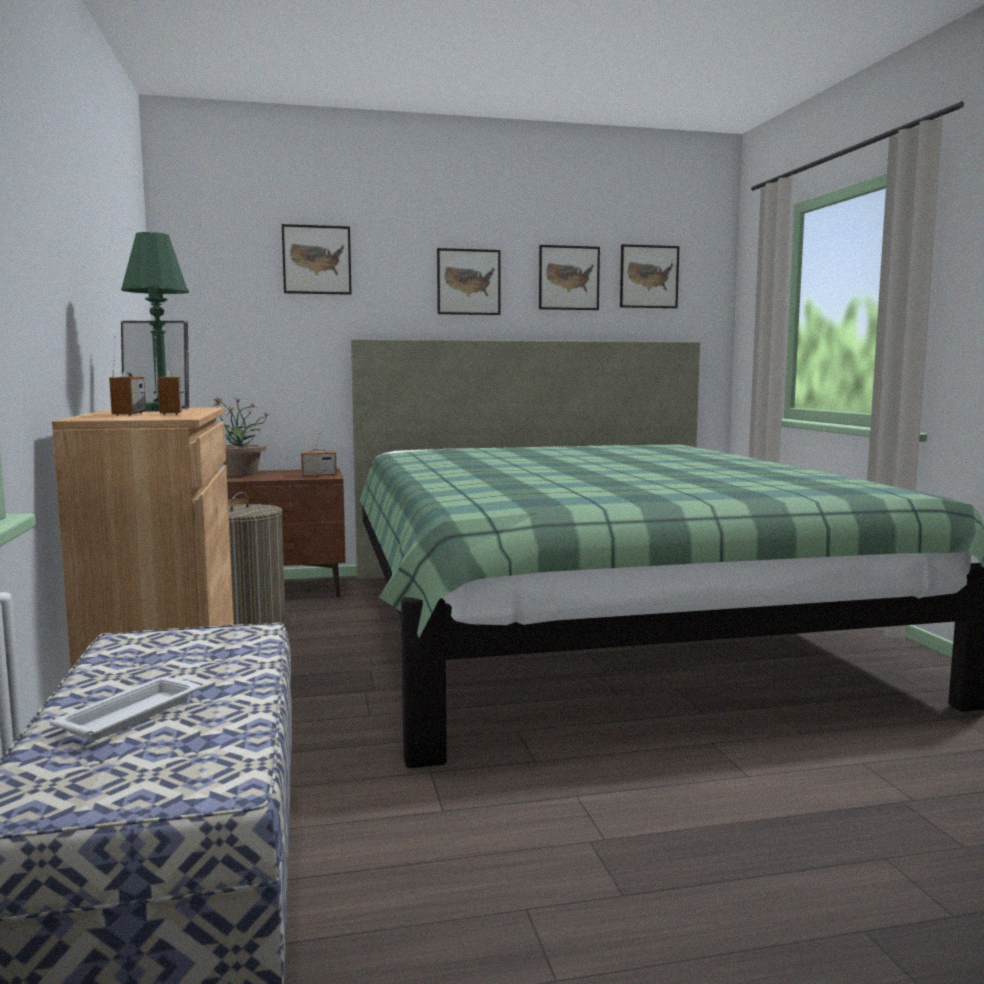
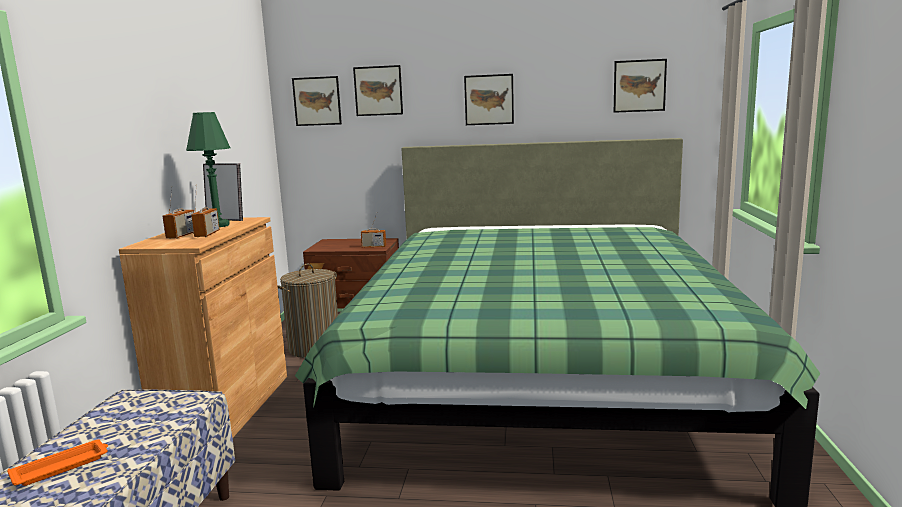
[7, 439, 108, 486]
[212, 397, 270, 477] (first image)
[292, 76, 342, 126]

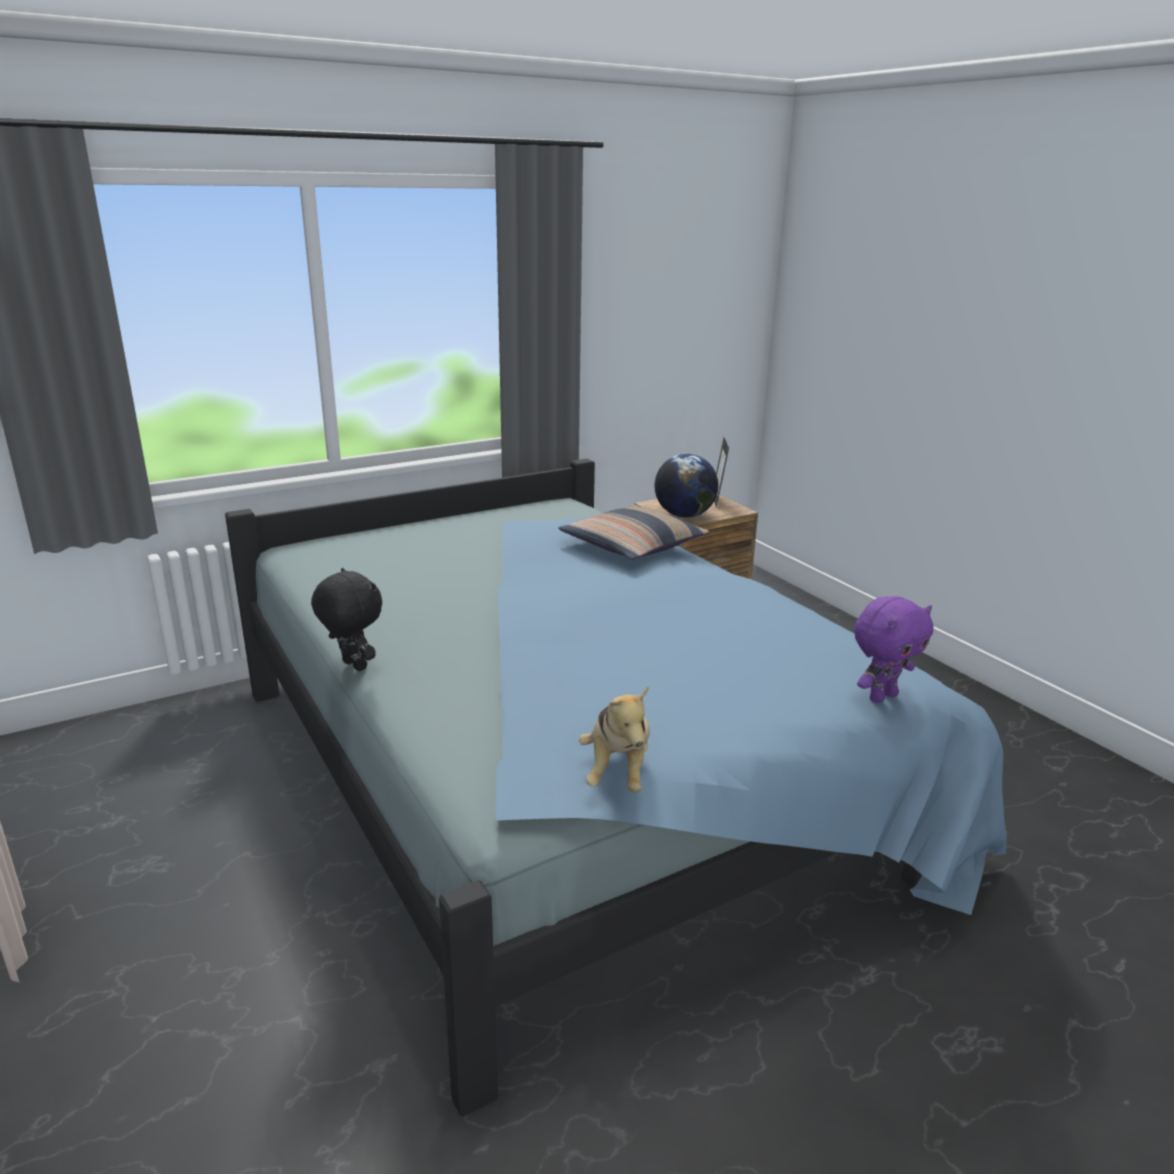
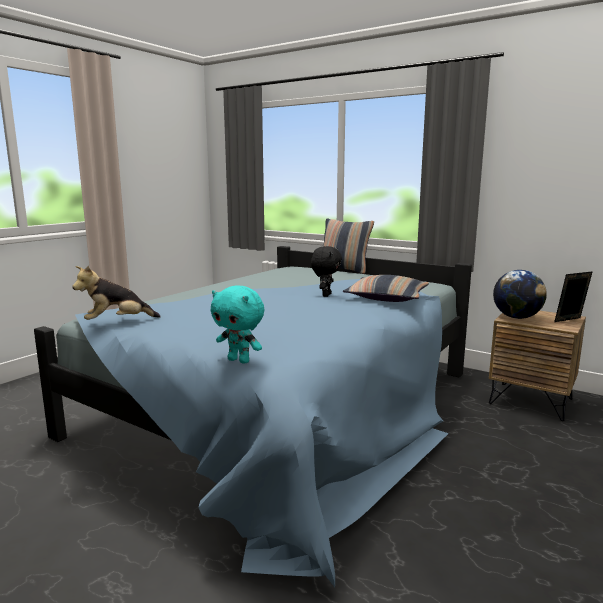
[311, 246, 342, 297]
[211, 286, 264, 364]
[323, 219, 374, 274]

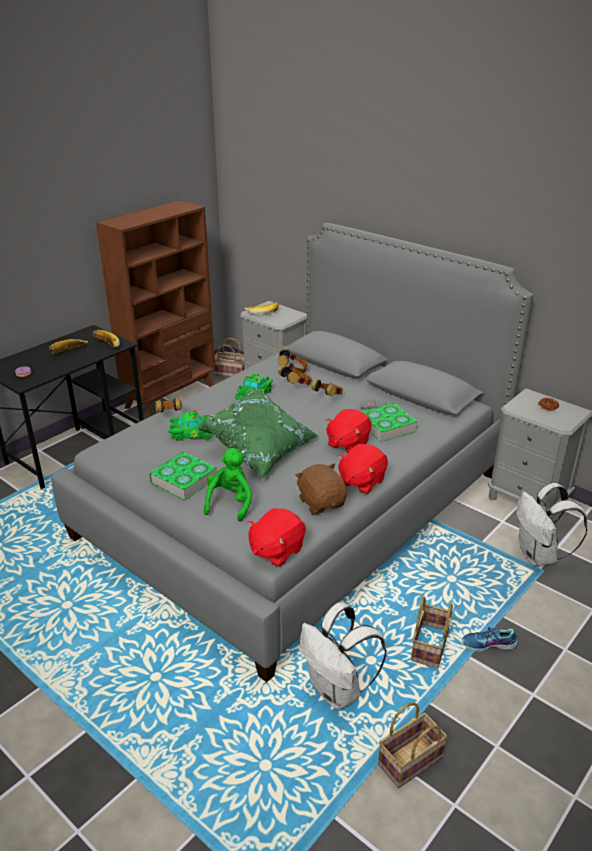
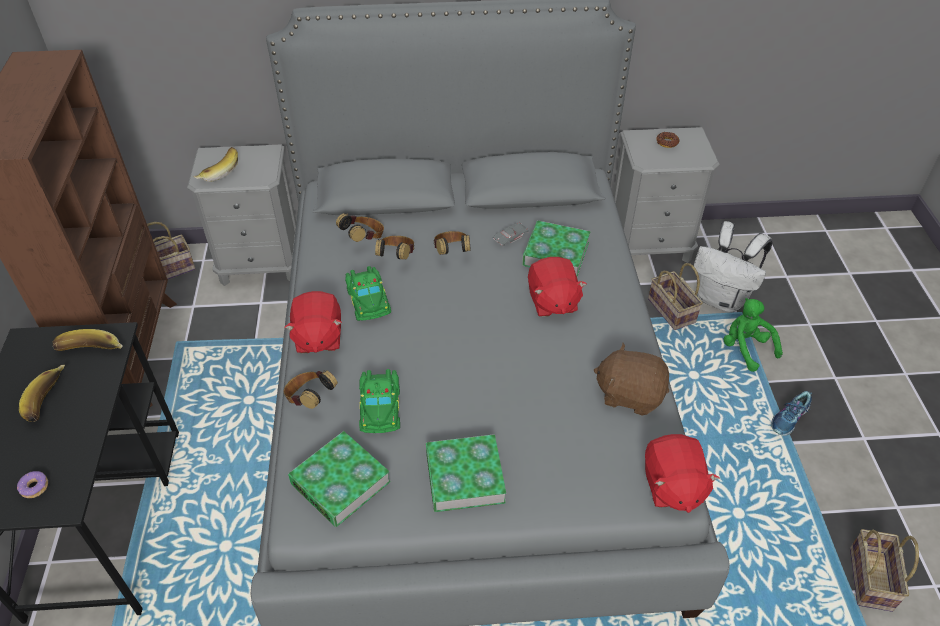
[359, 369, 400, 433]
[197, 388, 318, 478] (first image)
[723, 298, 783, 372]
[300, 602, 387, 709] (first image)
[284, 291, 342, 354]
[648, 263, 703, 330]
[288, 431, 391, 528]

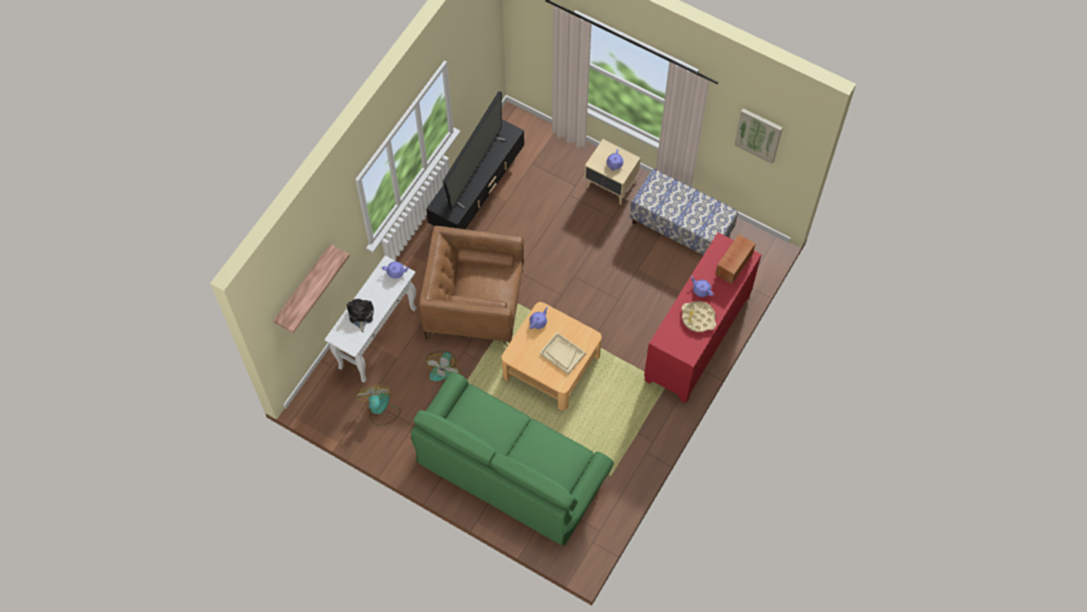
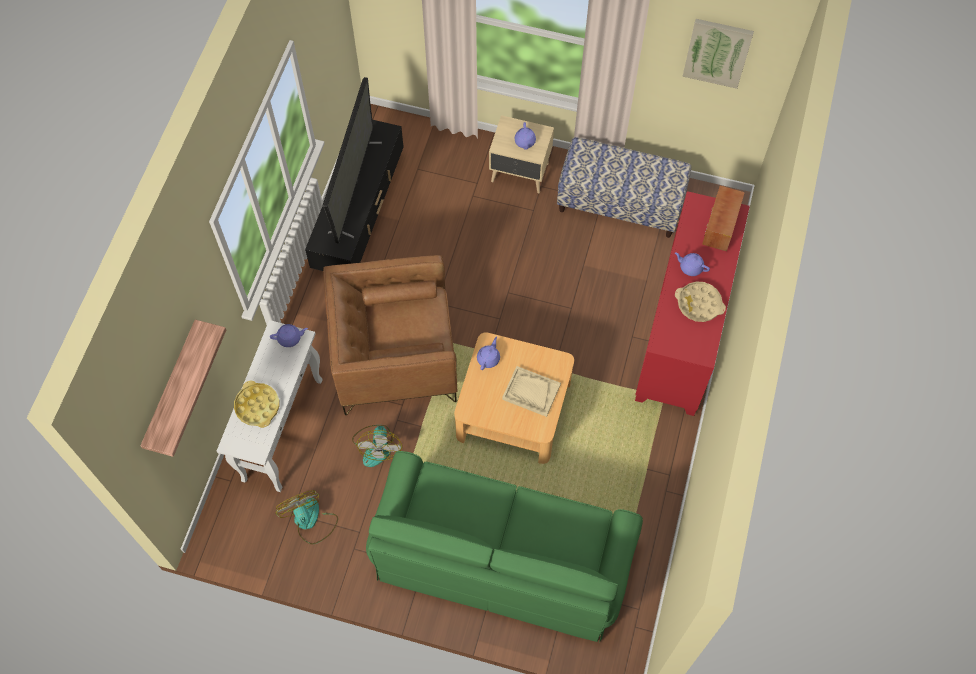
[234, 381, 279, 428]

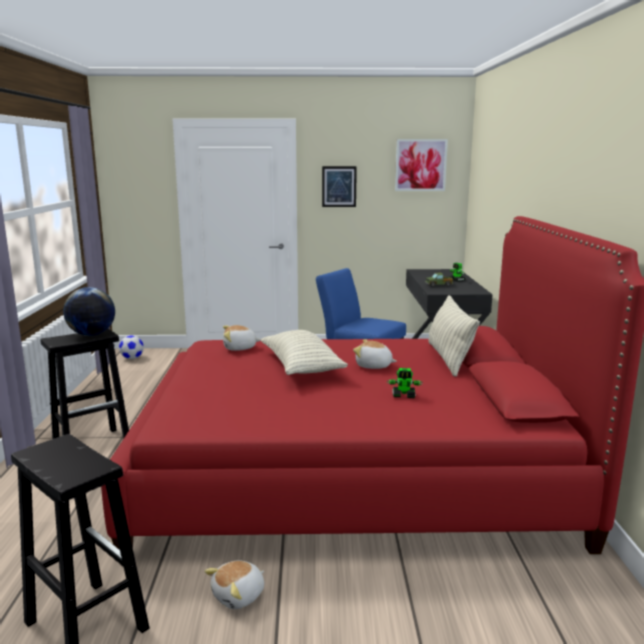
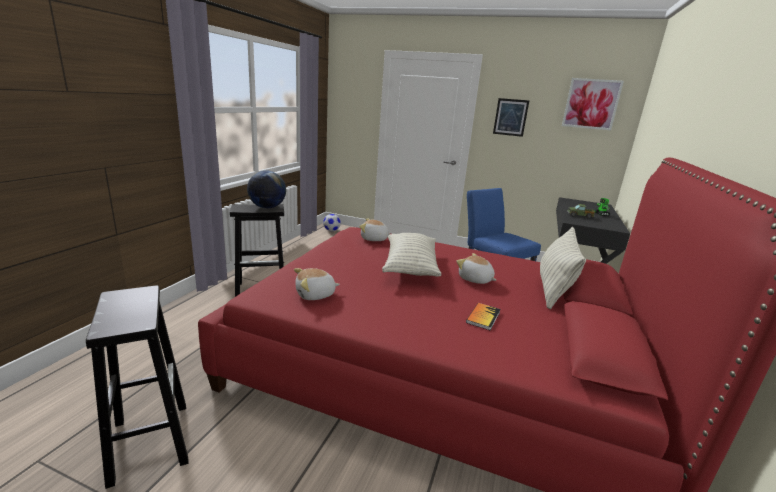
[294, 268, 340, 300]
[466, 303, 500, 330]

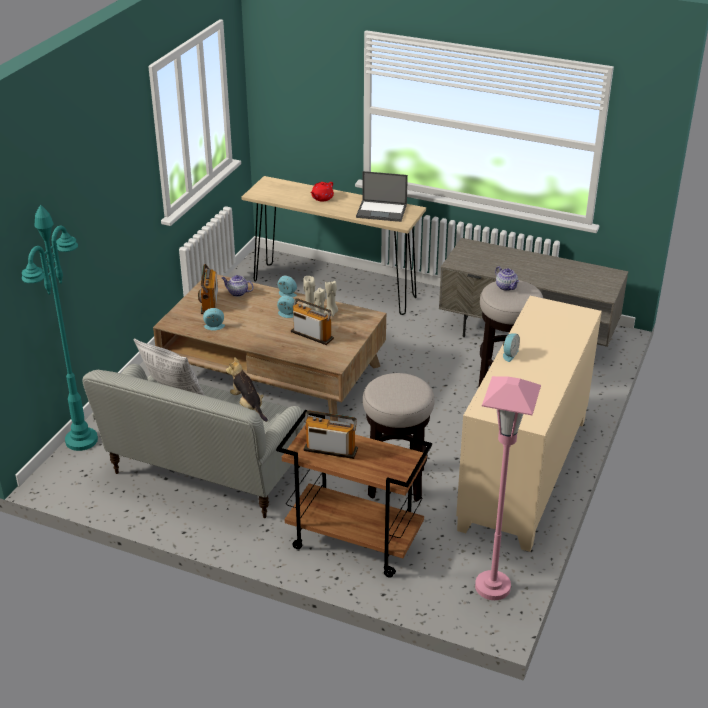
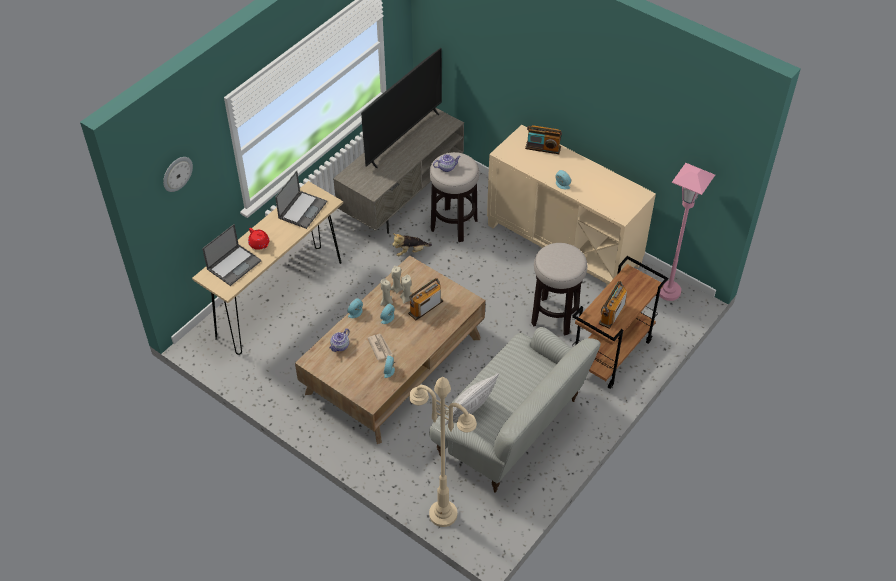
[409, 377, 477, 527]
[525, 125, 562, 154]
[392, 233, 432, 256]
[163, 157, 193, 192]
[202, 224, 261, 286]
[361, 48, 442, 168]
[368, 334, 393, 360]

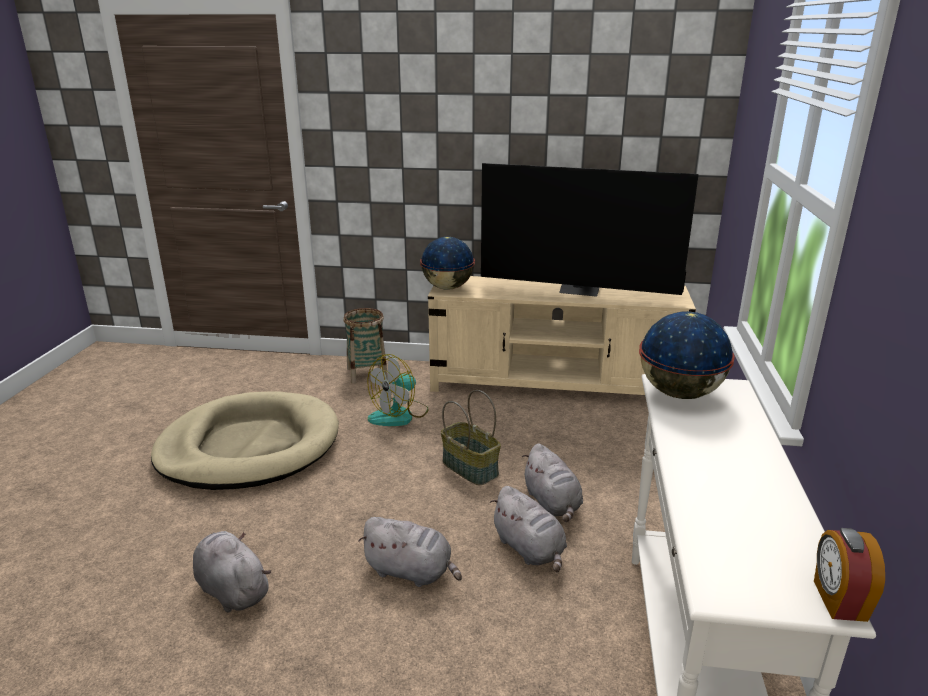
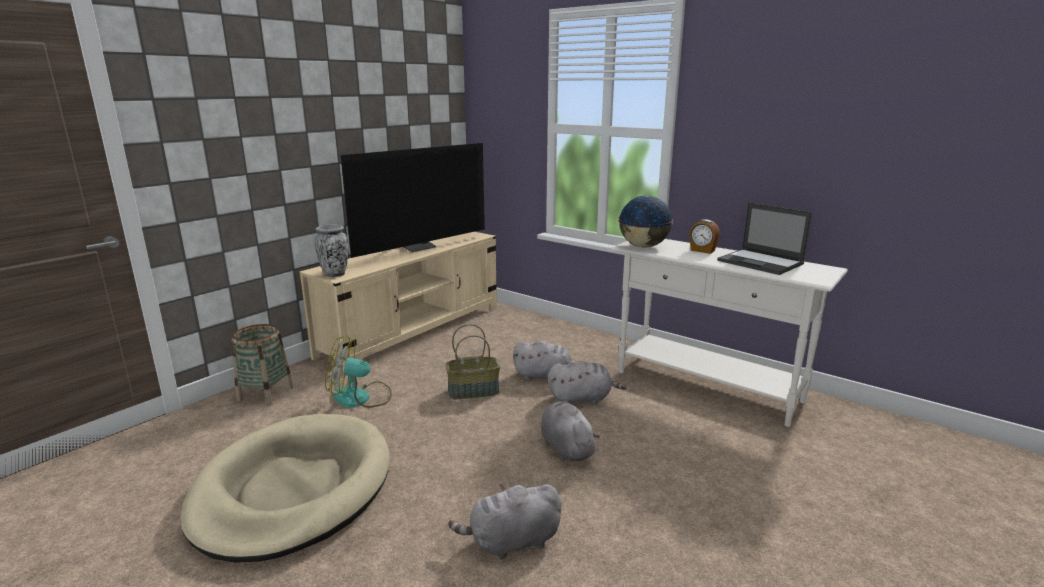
[541, 401, 600, 462]
[325, 335, 392, 408]
[314, 224, 348, 277]
[689, 219, 720, 254]
[717, 203, 812, 275]

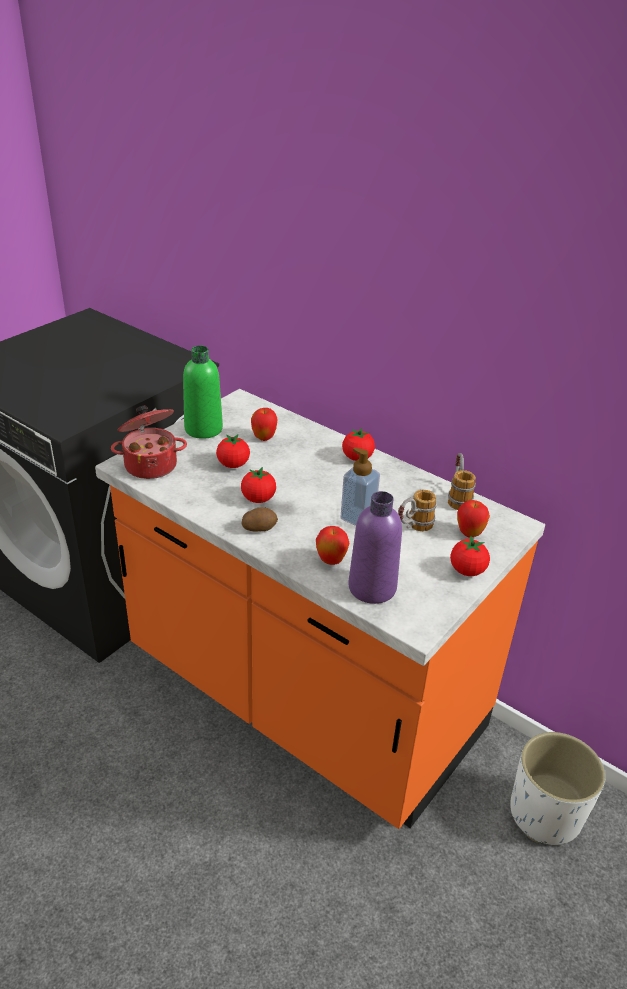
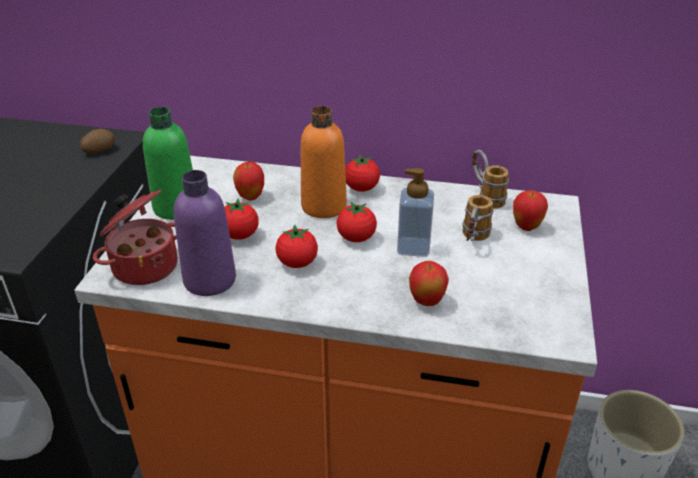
[80, 129, 115, 154]
[174, 170, 236, 296]
[337, 202, 377, 242]
[301, 106, 347, 218]

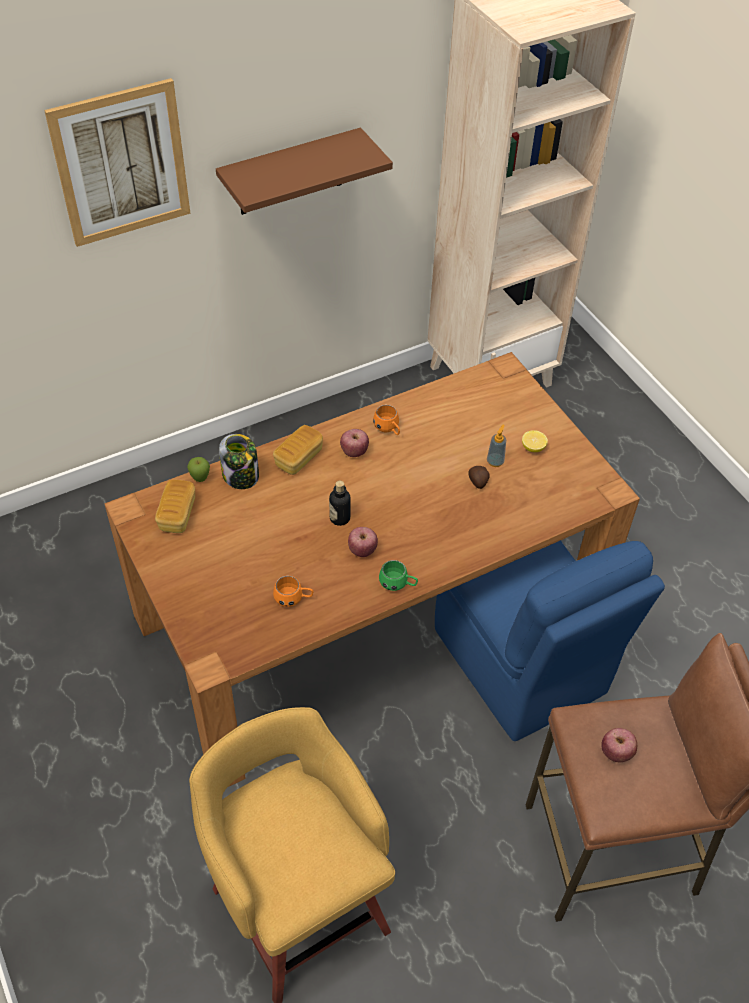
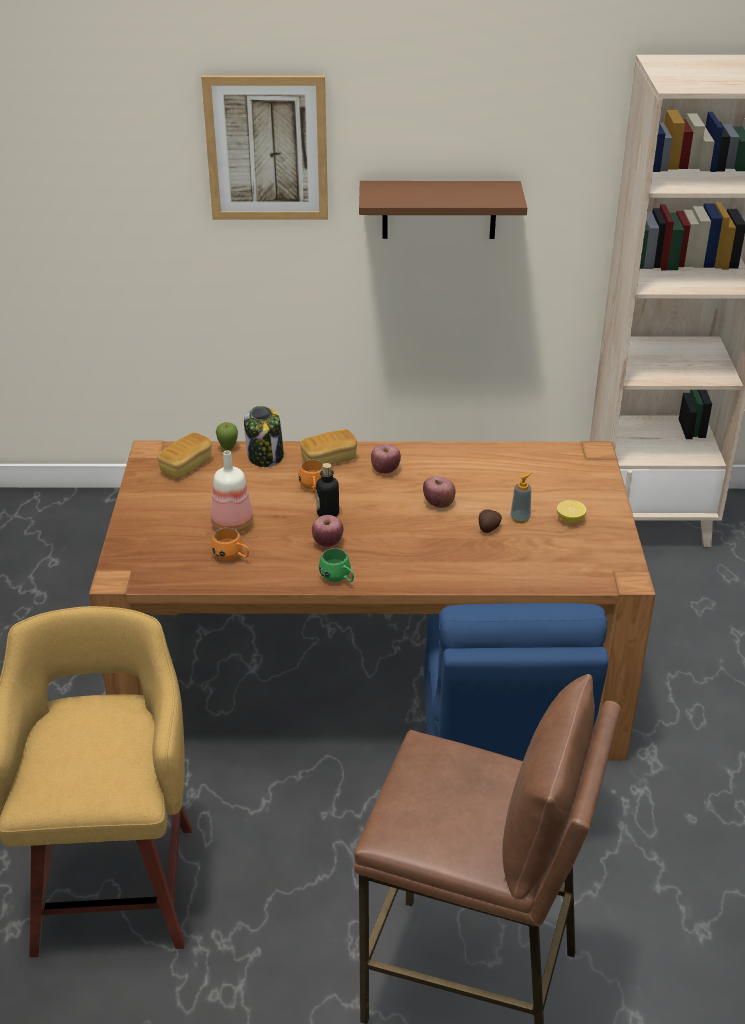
[298, 460, 323, 493]
[423, 476, 456, 508]
[211, 451, 253, 533]

